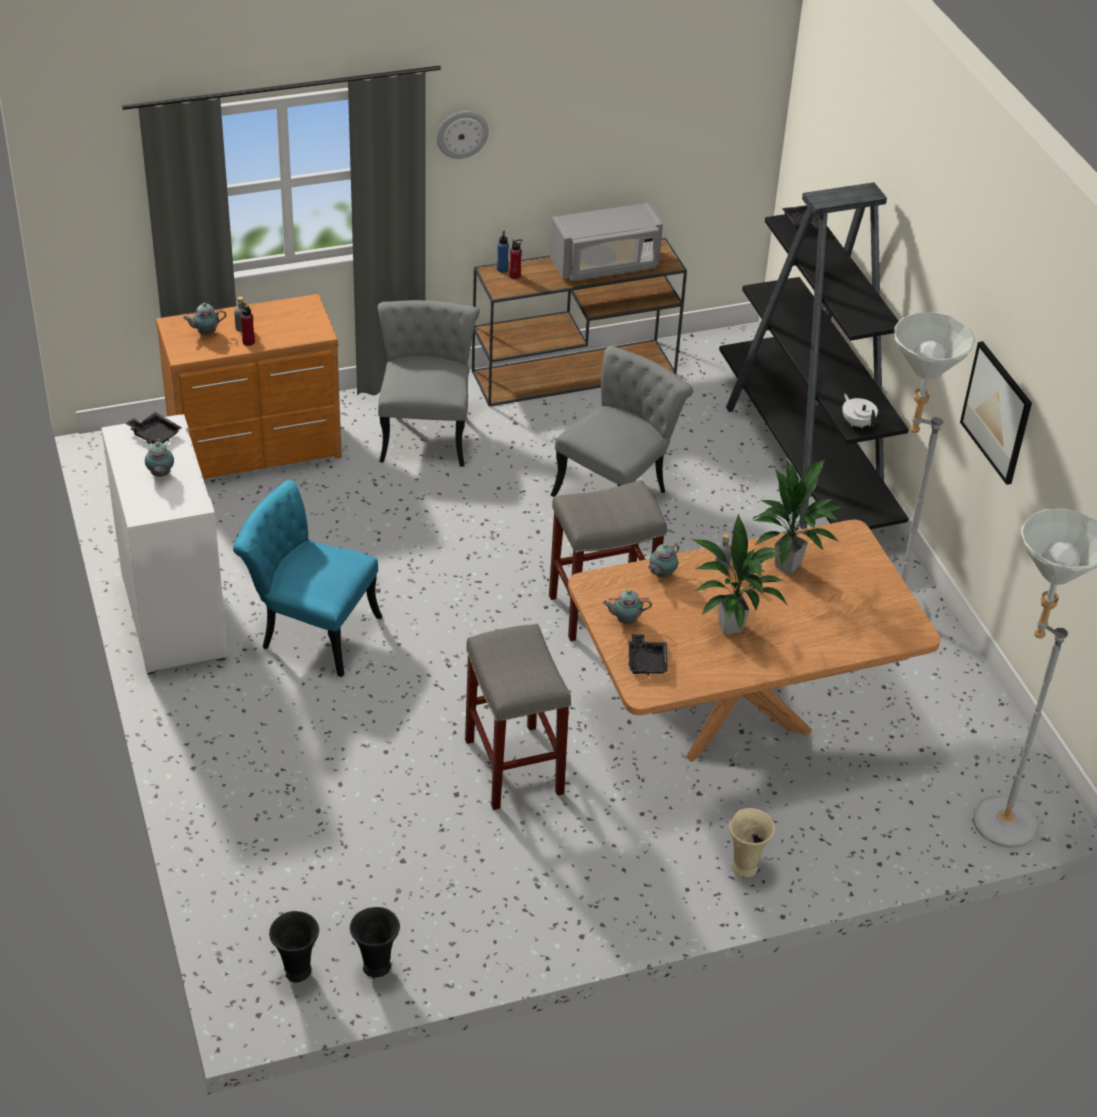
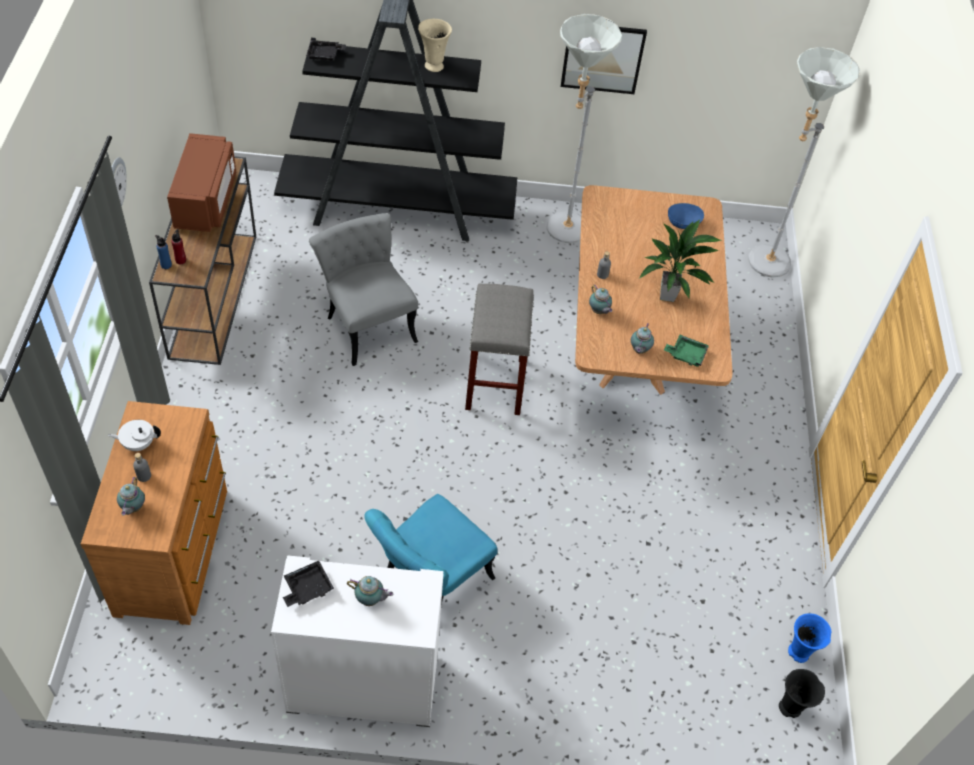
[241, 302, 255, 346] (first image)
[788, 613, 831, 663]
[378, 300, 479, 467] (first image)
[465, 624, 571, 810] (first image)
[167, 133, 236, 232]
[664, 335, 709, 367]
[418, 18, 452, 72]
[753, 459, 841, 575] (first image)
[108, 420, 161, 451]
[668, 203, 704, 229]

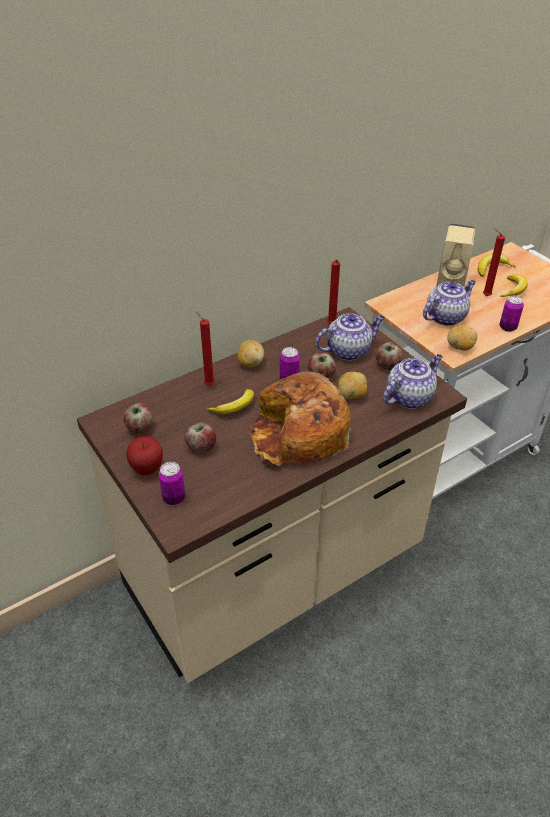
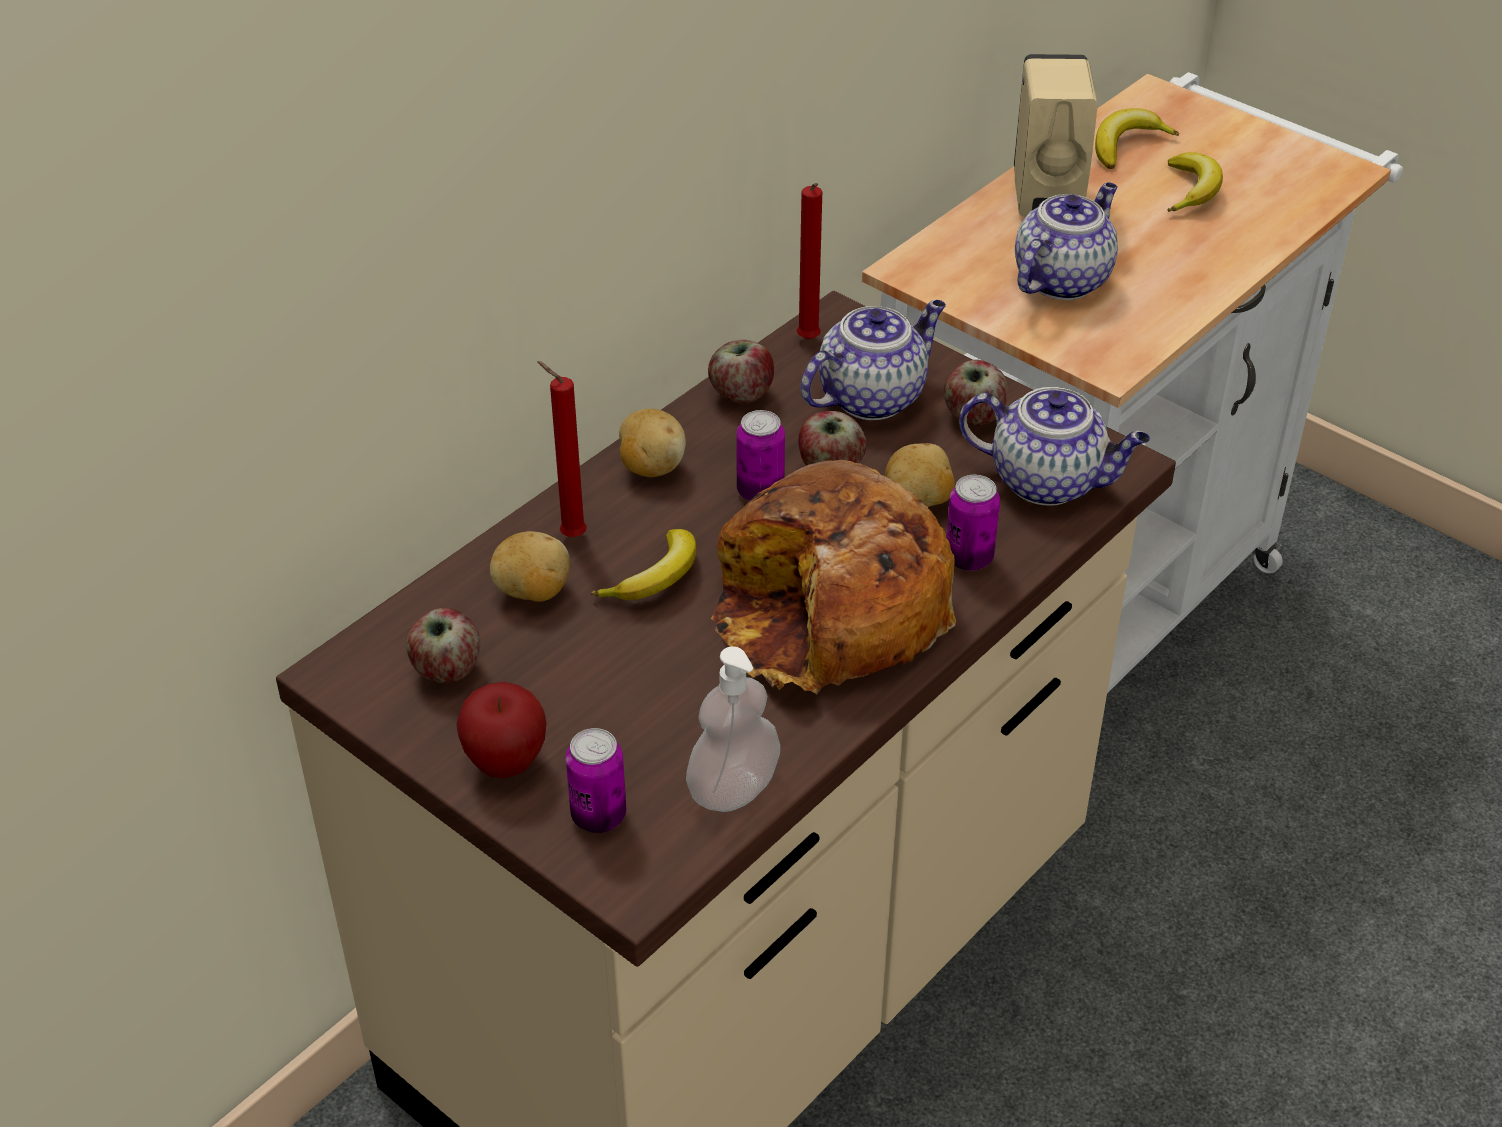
[708, 340, 774, 403]
[959, 387, 1150, 506]
[490, 531, 570, 602]
[483, 228, 505, 296] (first image)
[946, 475, 1000, 571]
[686, 646, 780, 812]

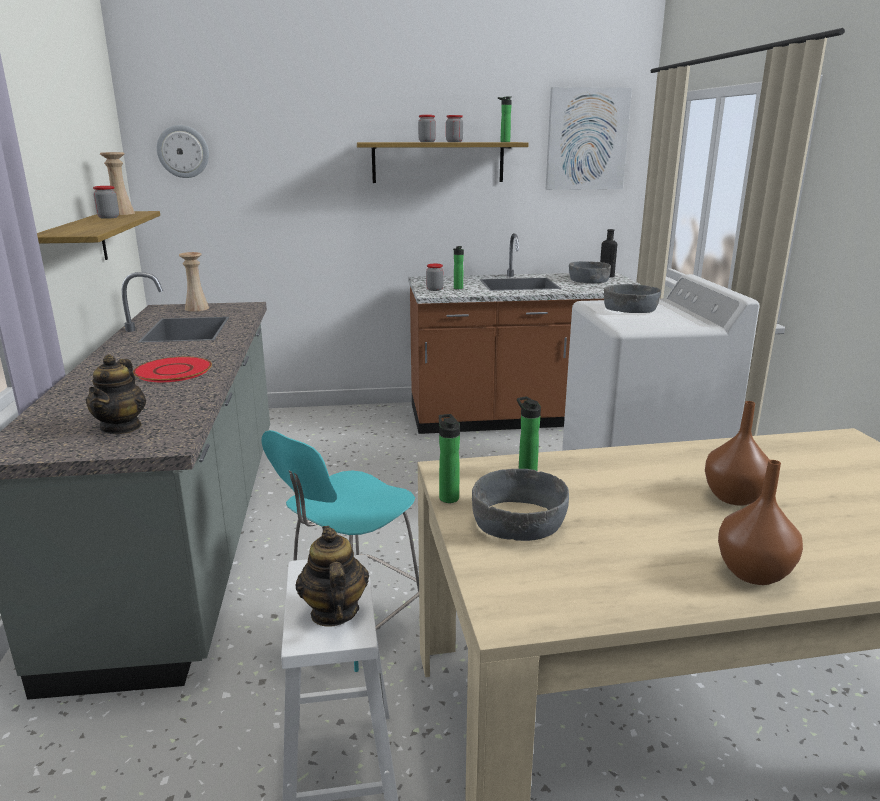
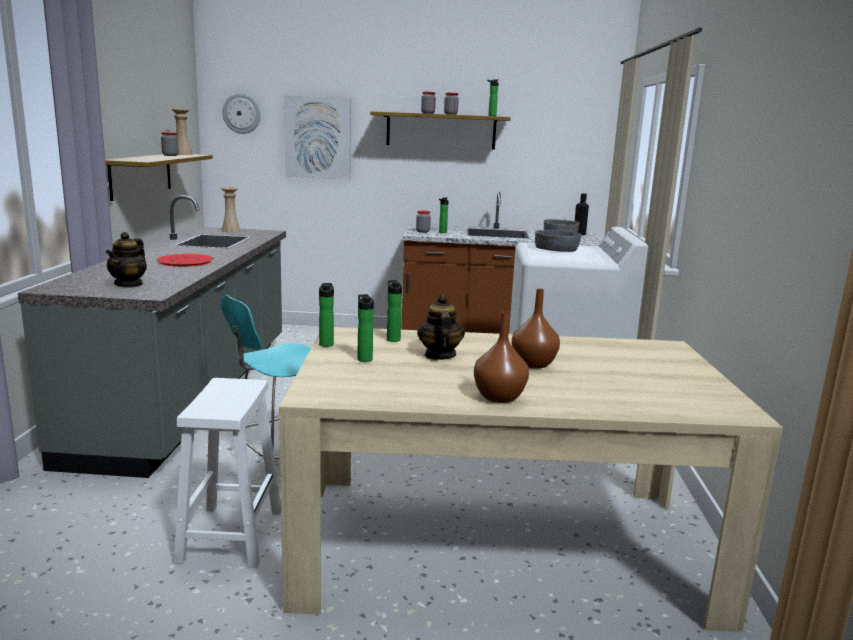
[417, 294, 465, 360]
[357, 294, 374, 362]
[284, 95, 351, 180]

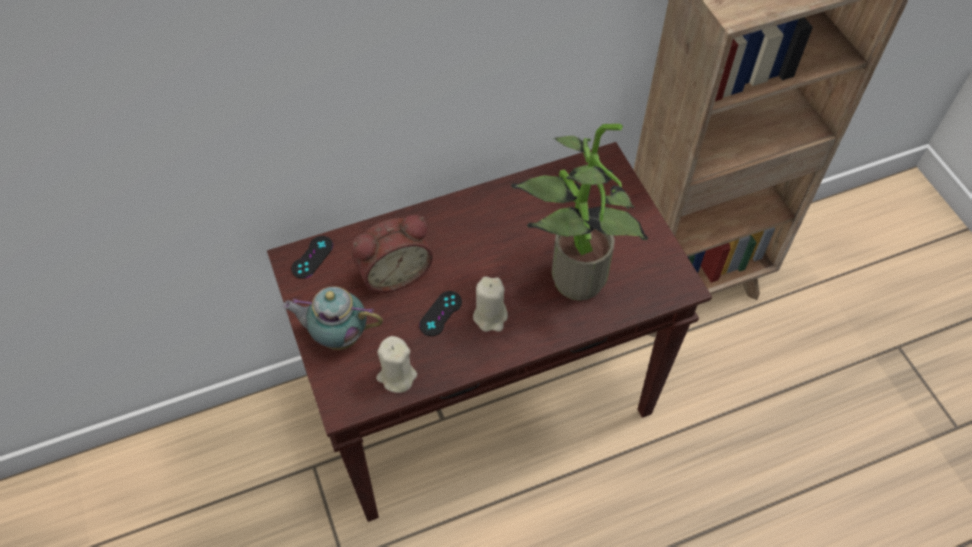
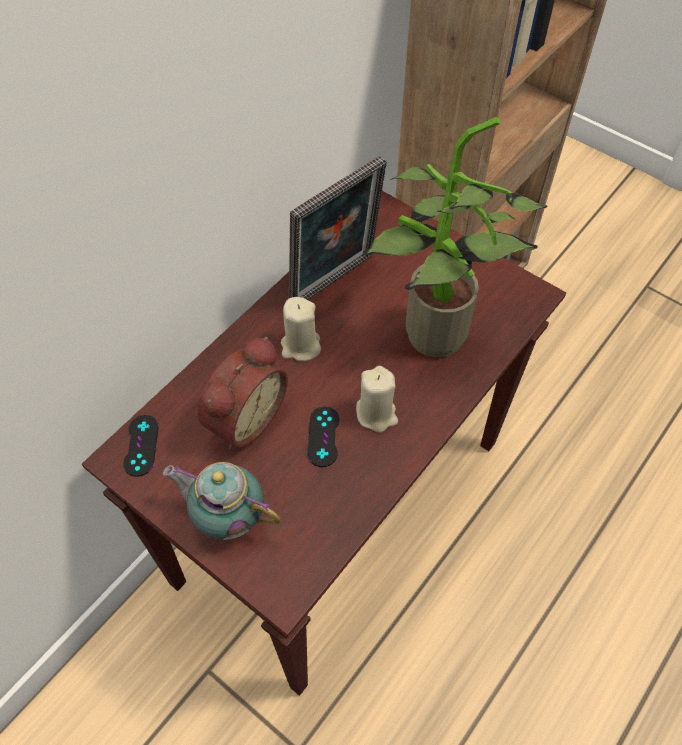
[163, 462, 281, 540]
[281, 297, 321, 361]
[289, 156, 387, 300]

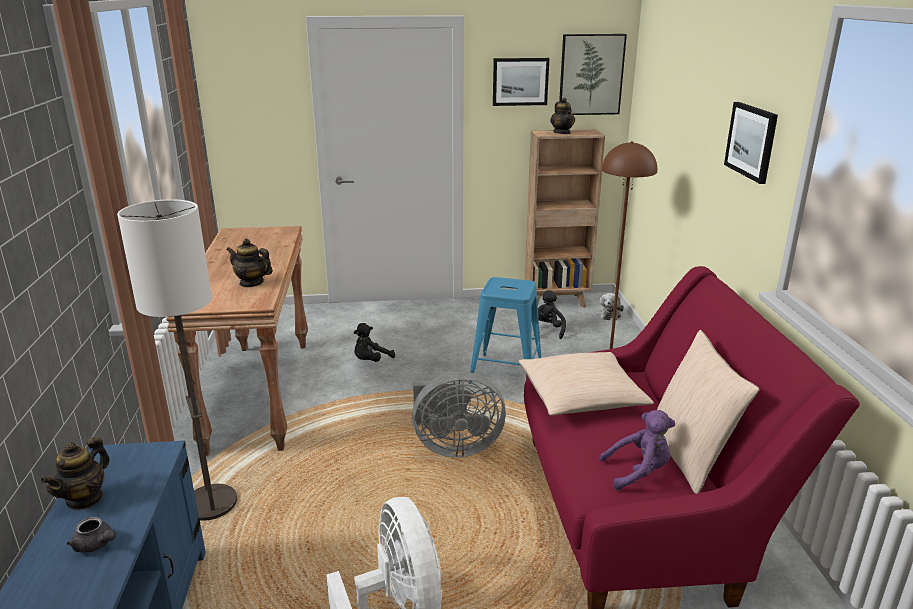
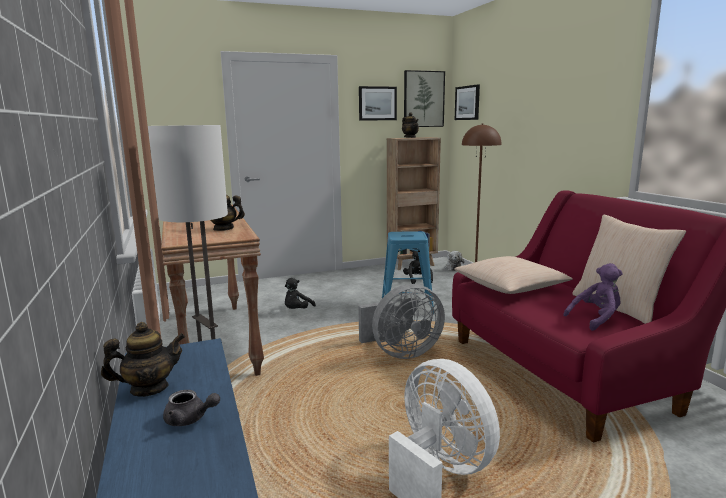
[101, 322, 185, 397]
[455, 84, 480, 120]

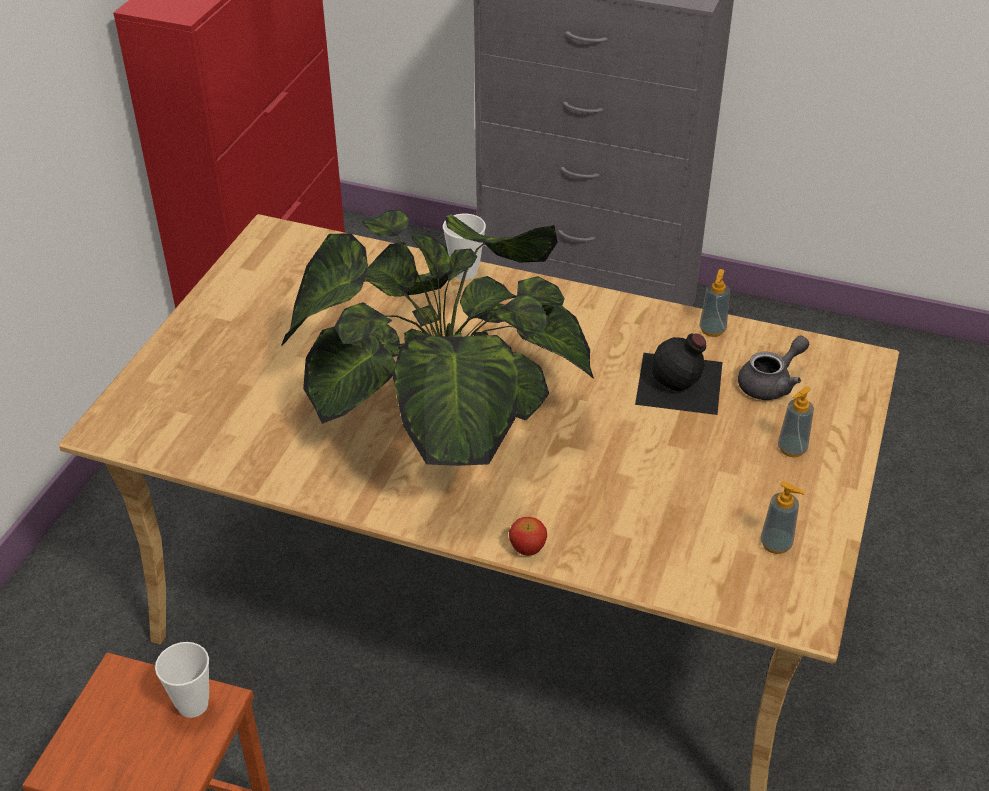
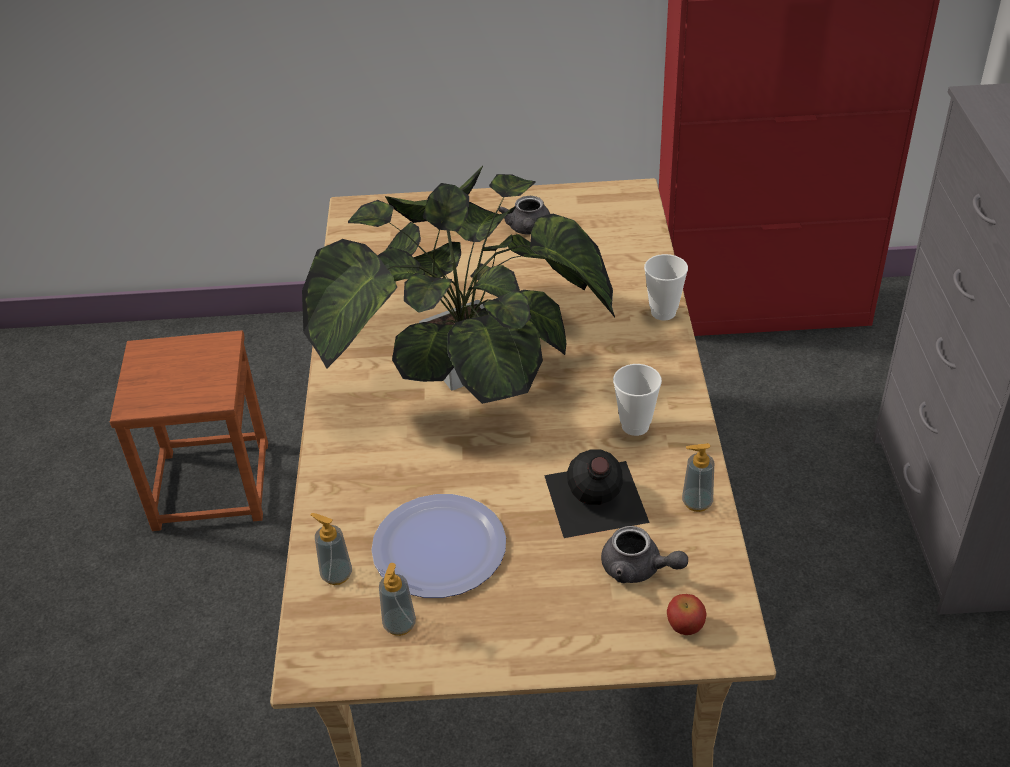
[613, 364, 662, 436]
[667, 594, 706, 635]
[310, 513, 352, 585]
[371, 494, 506, 598]
[498, 196, 550, 235]

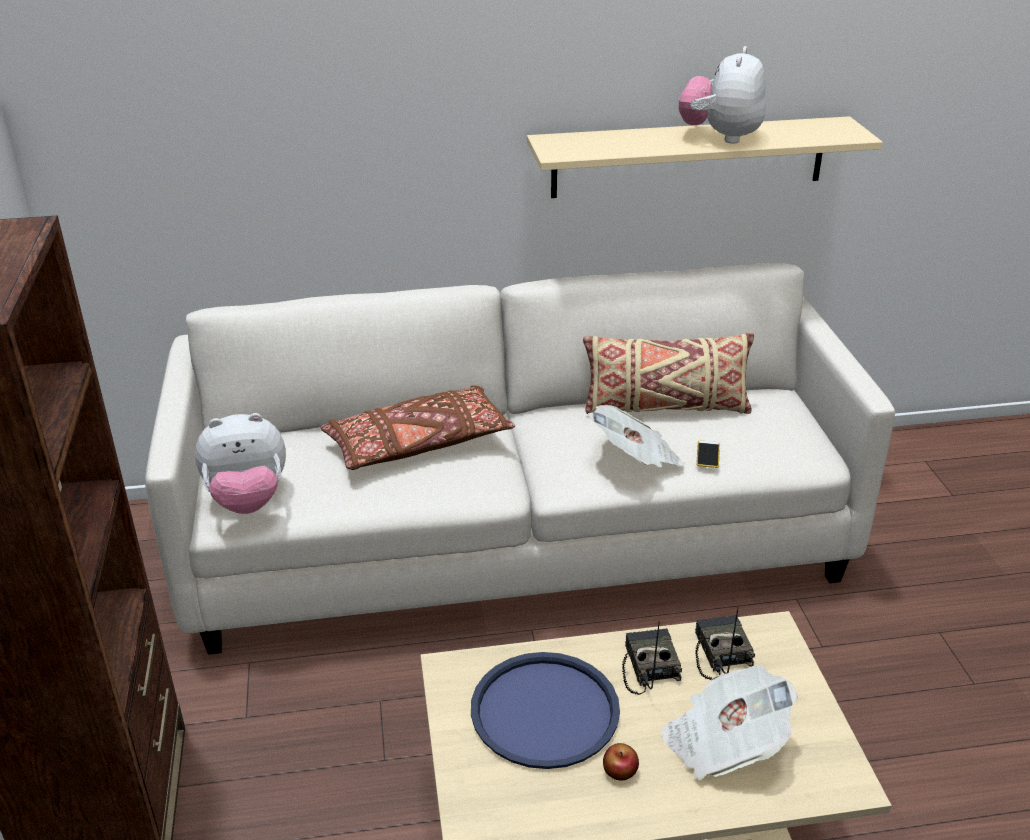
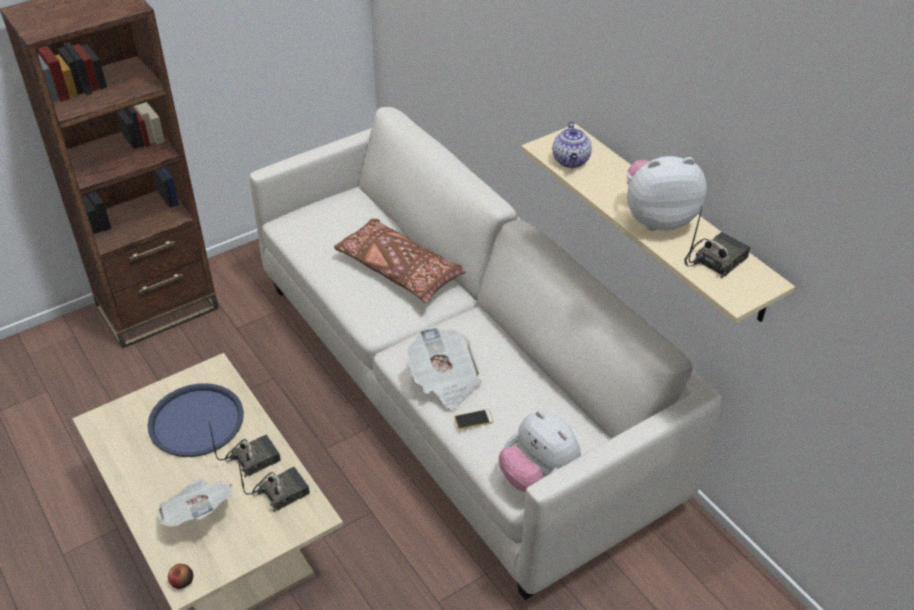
[499, 411, 581, 492]
[583, 333, 754, 414] (first image)
[168, 564, 193, 589]
[552, 121, 592, 168]
[684, 206, 751, 278]

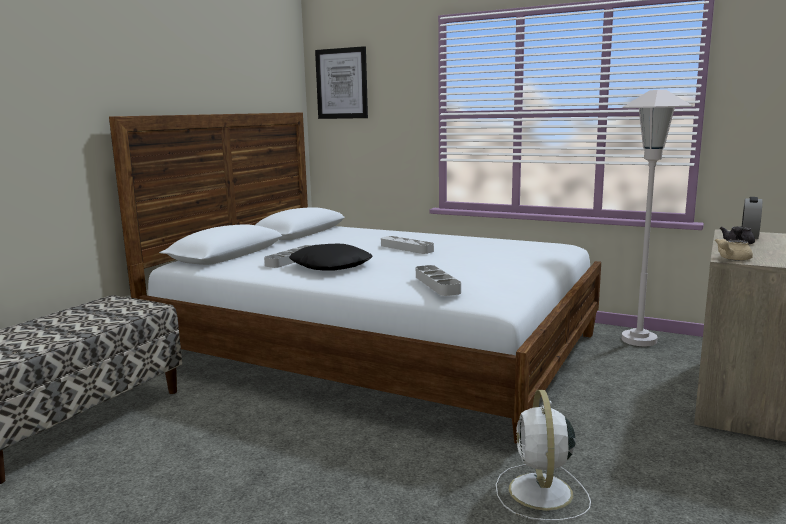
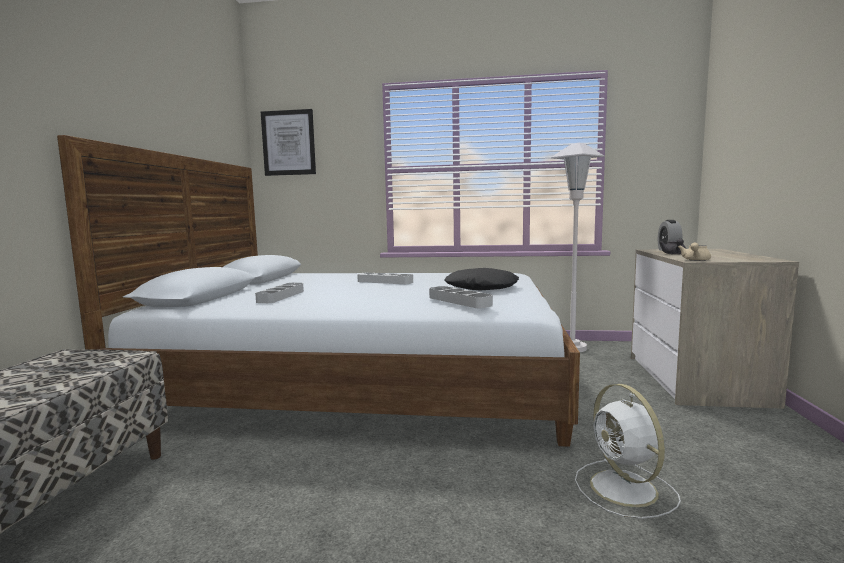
[444, 268, 519, 290]

